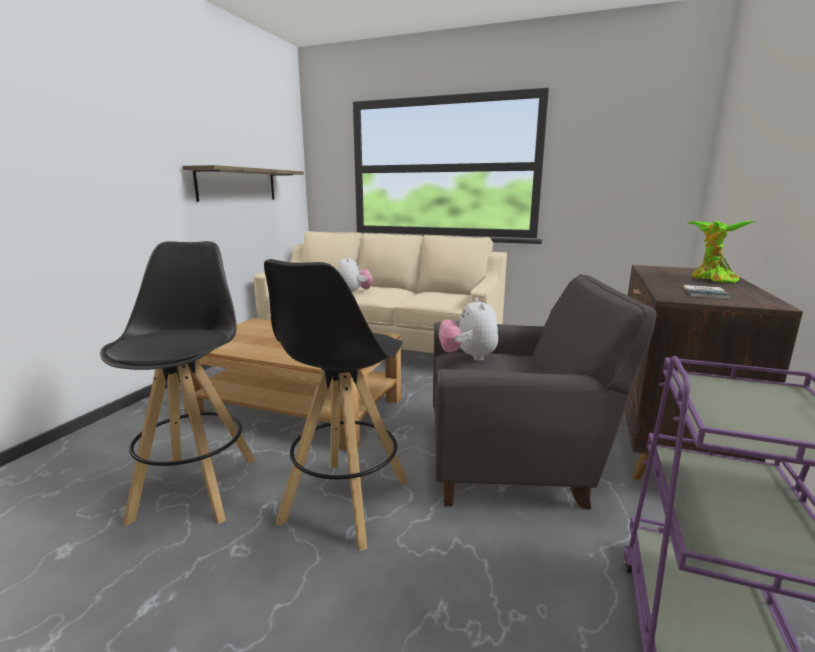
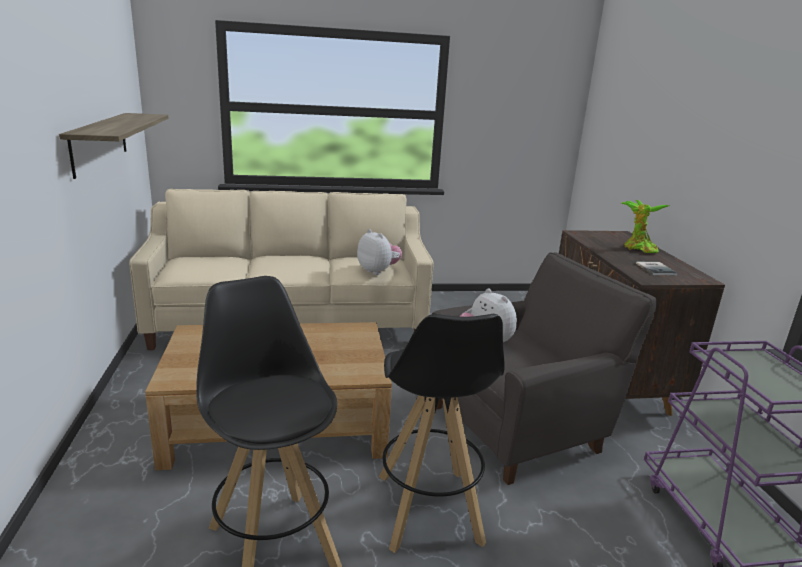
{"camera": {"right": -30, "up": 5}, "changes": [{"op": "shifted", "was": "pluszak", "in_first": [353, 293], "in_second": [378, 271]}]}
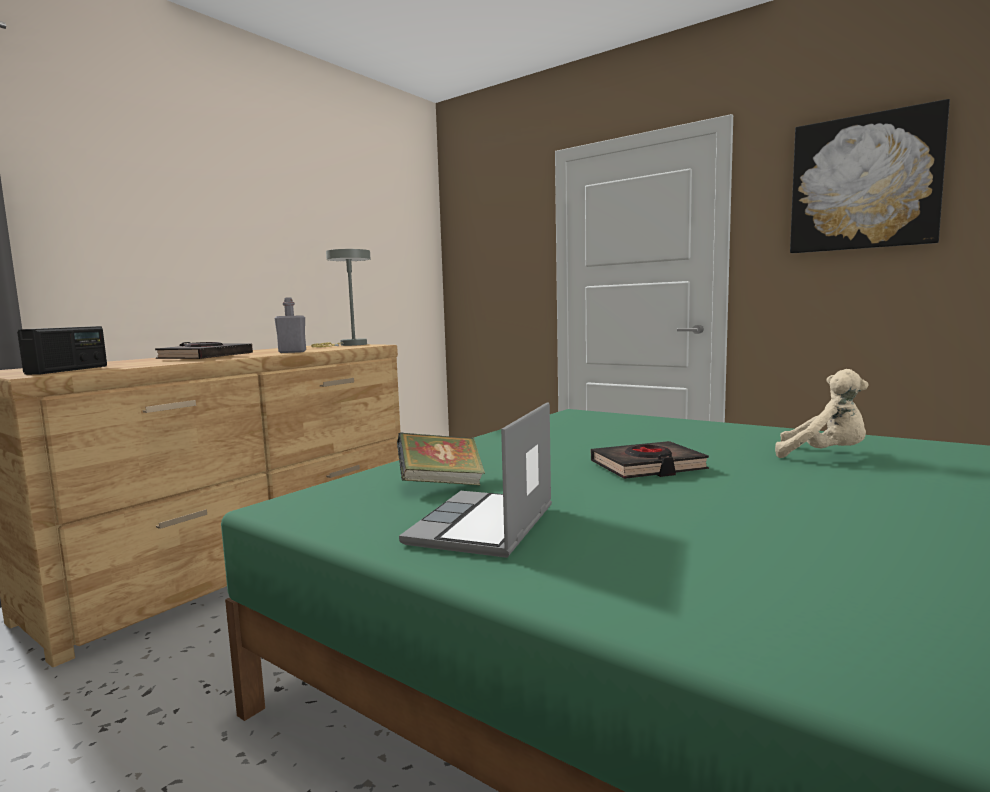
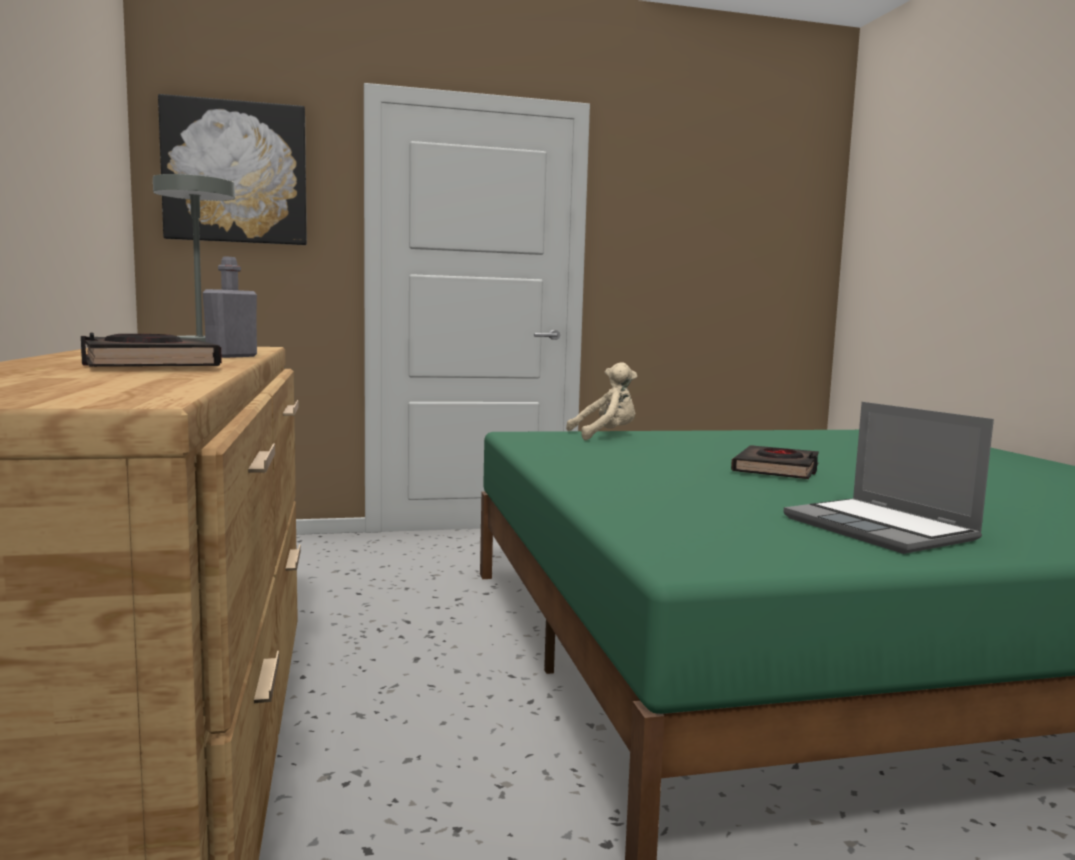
{"camera": {"right": -50, "up": 0}, "changes": [{"op": "gone", "was": "radio", "in_first": [68, 370]}, {"op": "gone", "was": "książka", "in_first": [441, 484]}, {"op": "shifted", "was": "pluszak [beżowy]", "in_first": [824, 455], "in_second": [605, 436]}, {"op": "shifted", "was": "obraz", "in_first": [864, 183], "in_second": [235, 173]}]}
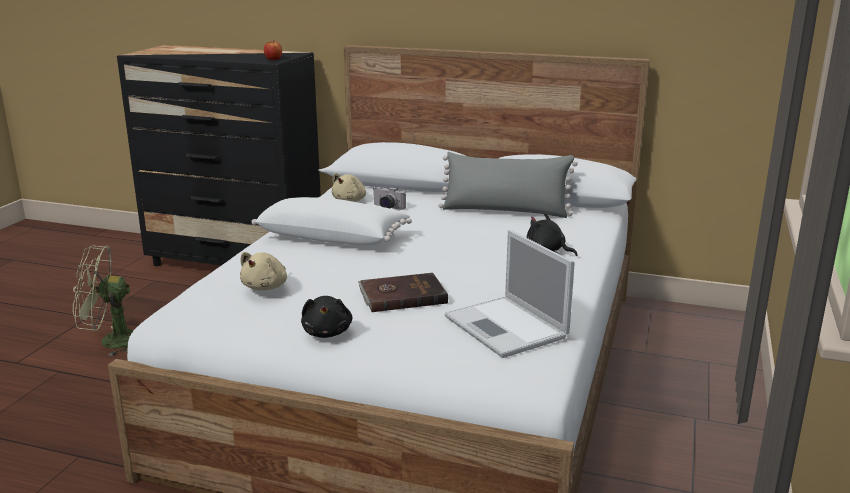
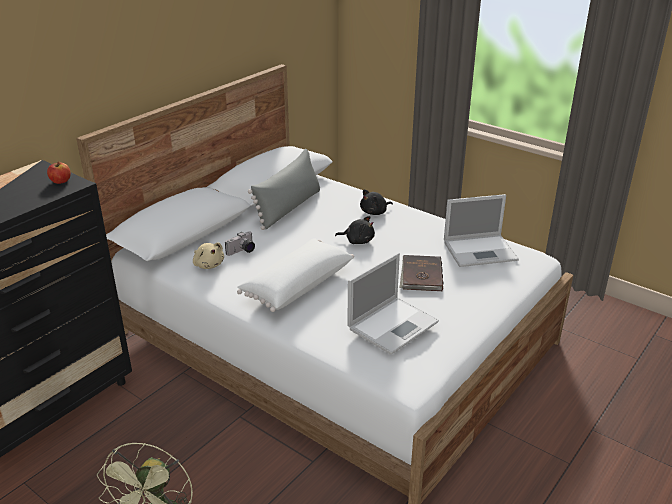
{"camera": {"right": -70, "up": 10}, "changes": [{"op": "shifted", "was": "pluszak [czarny]", "in_first": [327, 332], "in_second": [357, 241]}, {"op": "swapped", "was": "pluszak [beżowy]", "now": "laptop", "in_first": [266, 287], "in_second": [393, 324]}]}
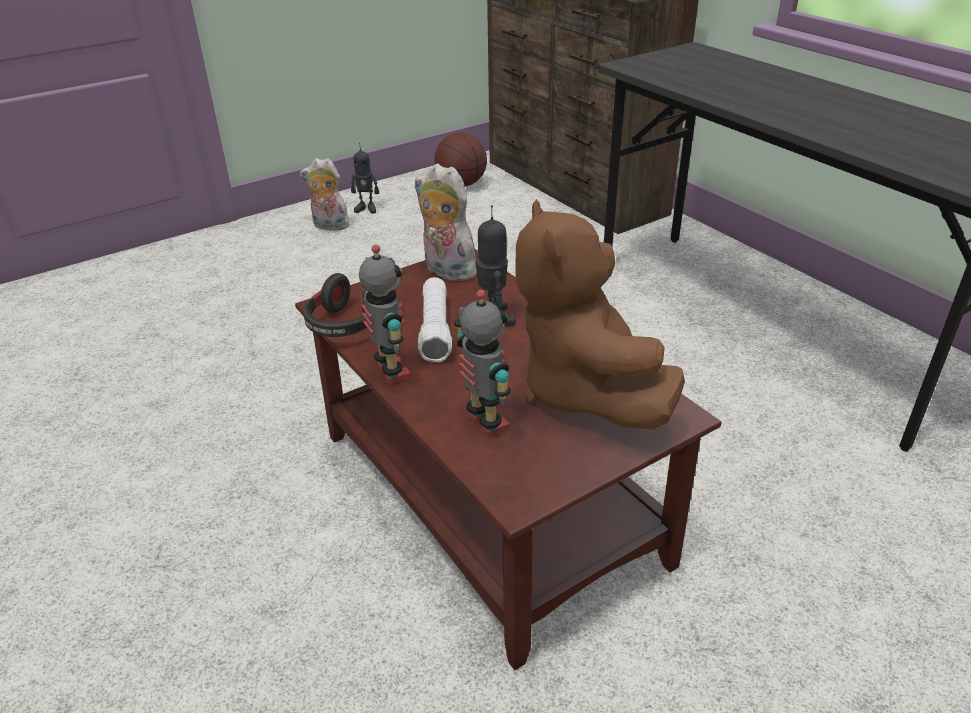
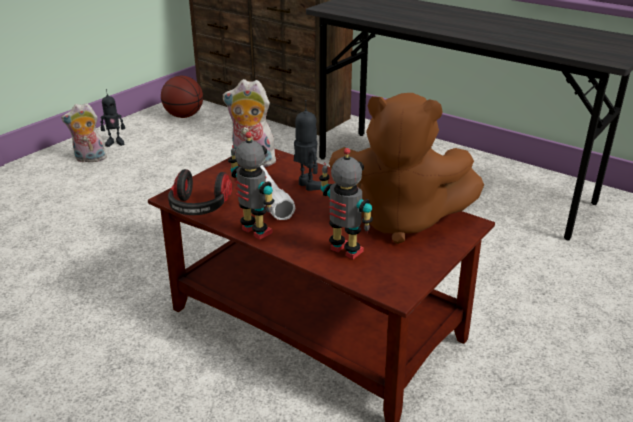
{"camera": {"right": -20, "up": -5}, "changes": [{"op": "rotated", "was": "pluszak [brązowy]", "in_first": [585, 392], "in_second": [399, 220], "clockwise": -45}]}
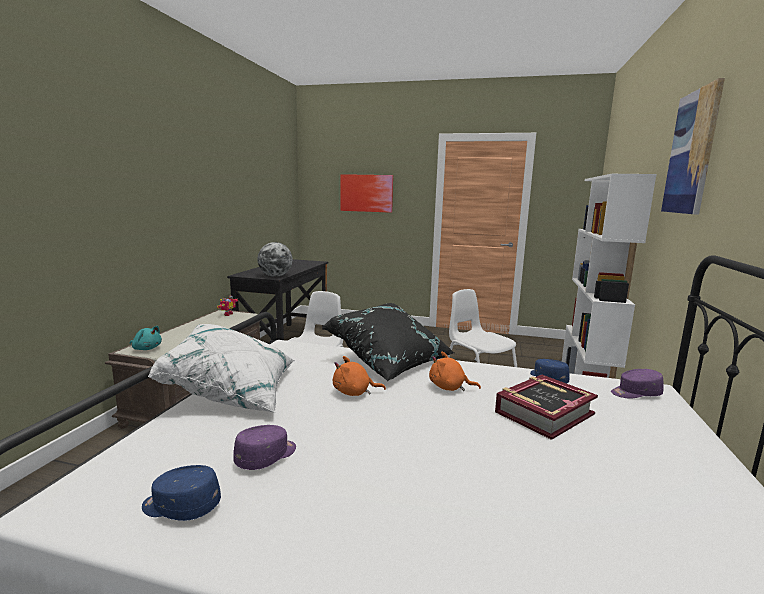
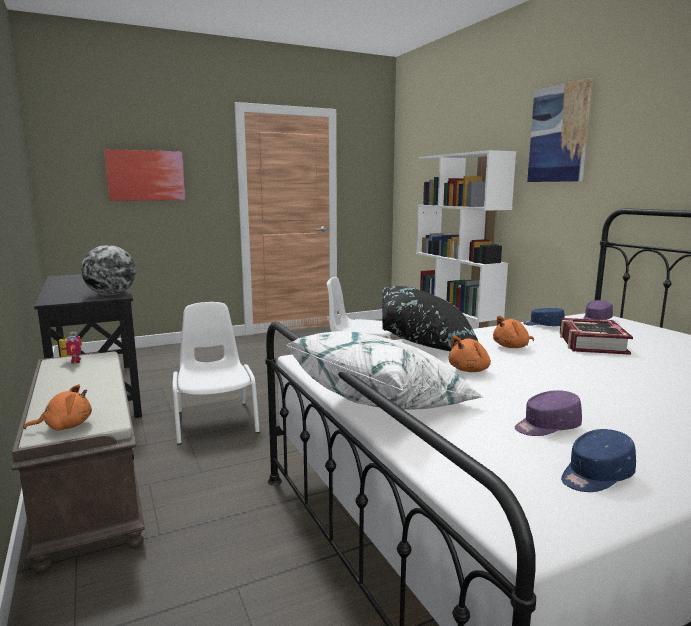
{"camera": {"right": -40, "up": 0}, "changes": [{"op": "repainted", "was": "pluszak [turkusowy]", "now": "pluszak [pomarańczowy]", "in_first": [146, 348], "in_second": [65, 426]}, {"op": "rotated", "was": "czapka z daszkiem [fioletowy]", "in_first": [267, 457], "in_second": [546, 427], "clockwise": -105}]}
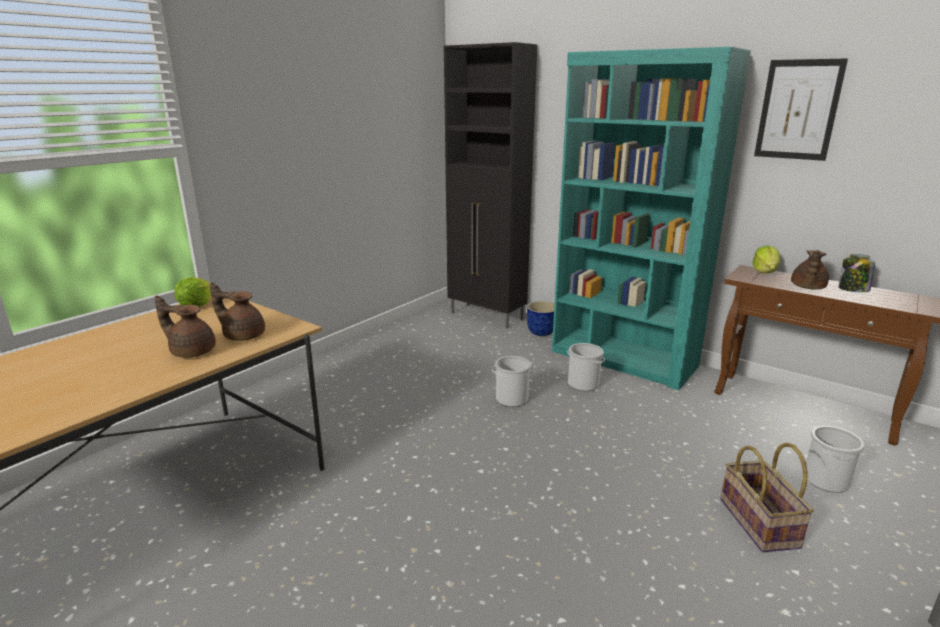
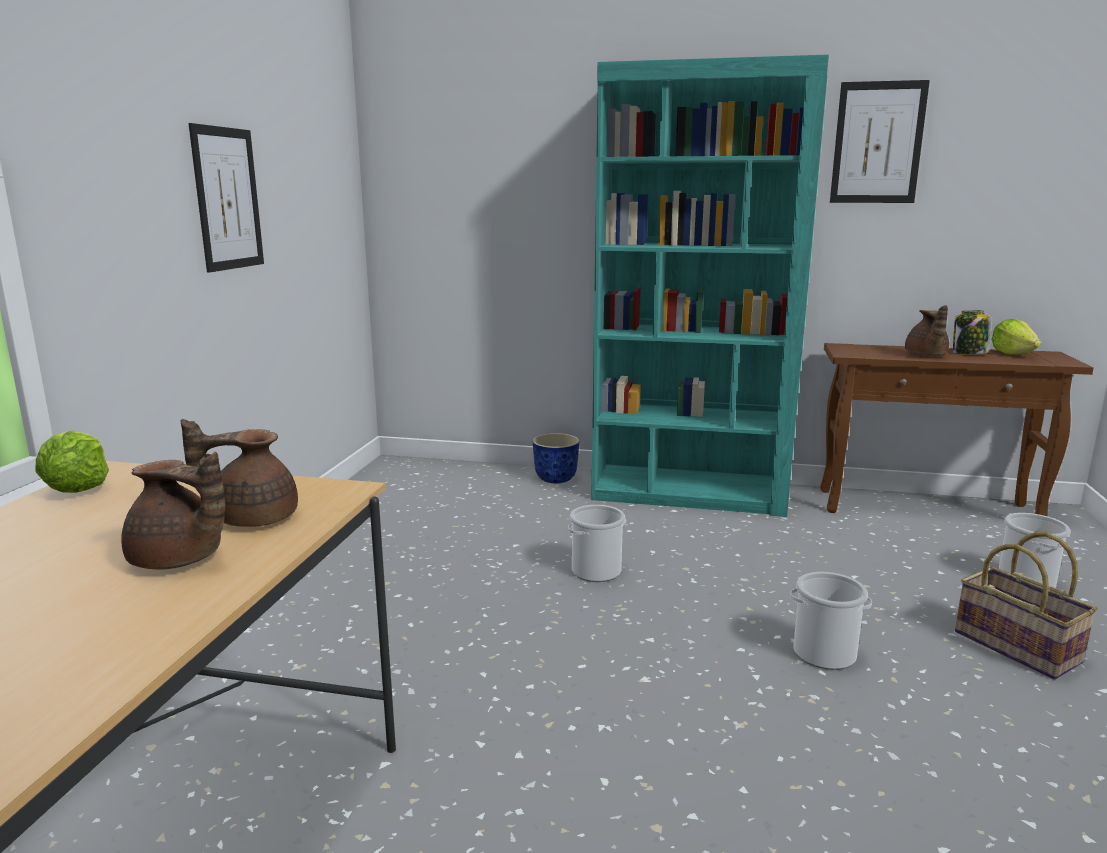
{"camera": {"right": -25, "up": -5}, "changes": [{"op": "gone", "was": "szafka [czarny]", "in_first": [487, 316]}, {"op": "new", "now": "obraz", "in_second": [227, 199]}, {"op": "shifted", "was": "wiadro", "in_first": [583, 384], "in_second": [825, 653]}, {"op": "shifted", "was": "sałata", "in_first": [765, 272], "in_second": [1012, 354]}, {"op": "rotated", "was": "imbryk [brązowy]", "in_first": [192, 351], "in_second": [179, 561], "clockwise": -150}]}
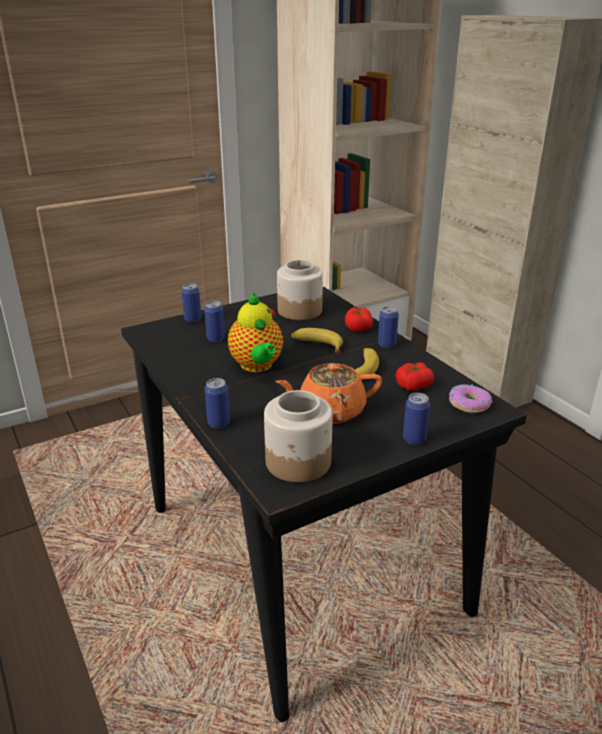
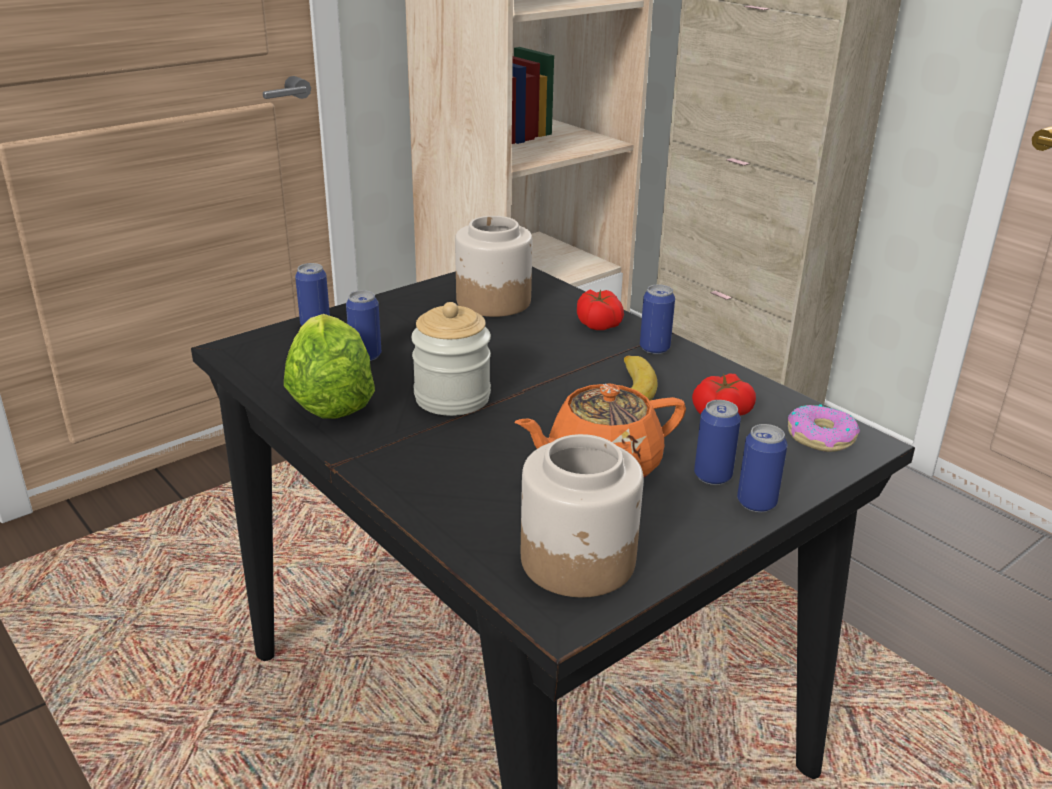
{"camera": {"right": -10, "up": 0}, "changes": [{"op": "gone", "was": "banan", "in_first": [317, 345]}, {"op": "new", "now": "sałata", "in_second": [330, 400]}, {"op": "shifted", "was": "puszka", "in_first": [218, 423], "in_second": [712, 476]}, {"op": "swapped", "was": "imbryk", "now": "słoik", "in_first": [257, 366], "in_second": [452, 398]}]}
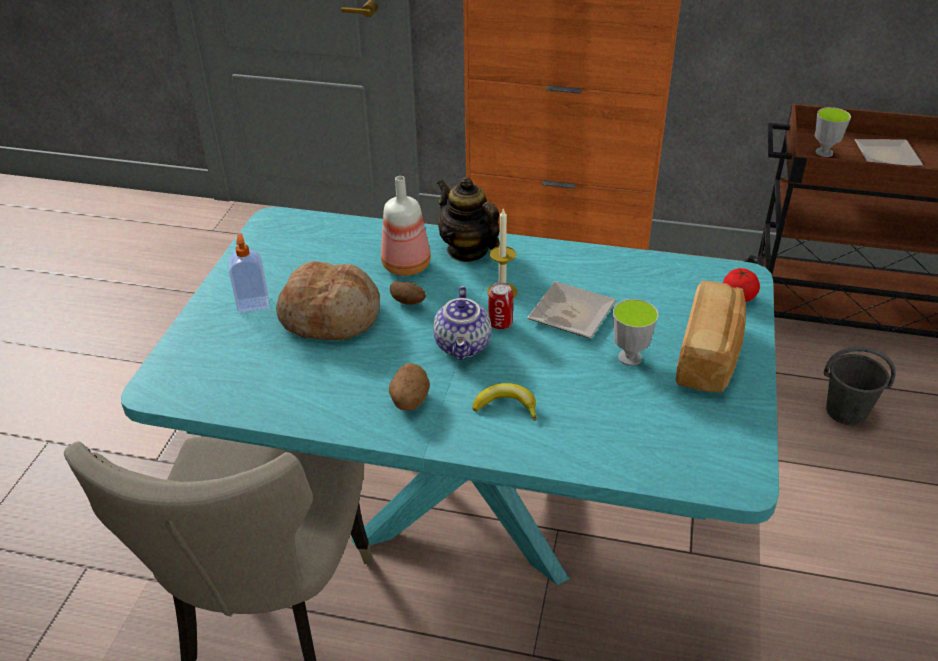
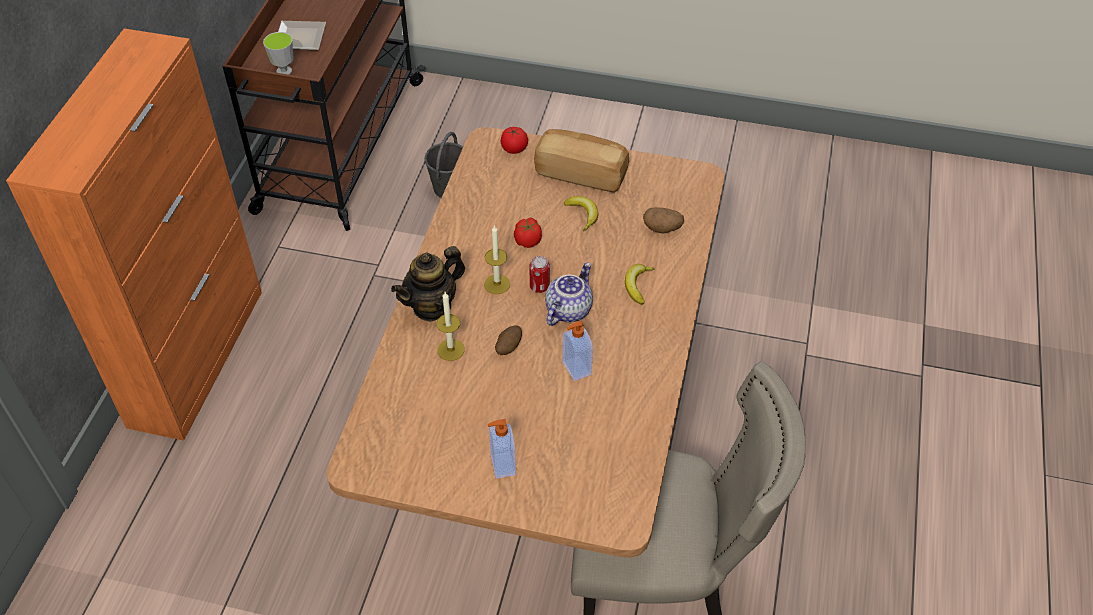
{"camera": {"right": -90, "up": 10}, "changes": [{"op": "gone", "was": "chleb", "in_first": [331, 316]}, {"op": "new", "now": "dozownik mydła", "in_second": [575, 369]}, {"op": "shifted", "was": "ziemniak", "in_first": [409, 401], "in_second": [662, 228]}, {"op": "swapped", "was": "butelka", "now": "świeca", "in_first": [407, 265], "in_second": [451, 350]}, {"op": "swapped", "was": "talerz", "now": "pomidor", "in_first": [575, 313], "in_second": [528, 240]}, {"op": "swapped", "was": "filiżanka", "now": "banan", "in_first": [629, 357], "in_second": [583, 214]}, {"op": "repainted", "was": "stół jadalny [turkusowy]", "now": "stół jadalny [brązowy]", "in_first": [472, 512], "in_second": [545, 440]}, {"op": "rotated", "was": "imbryk", "in_first": [464, 346], "in_second": [568, 309], "clockwise": -60}]}
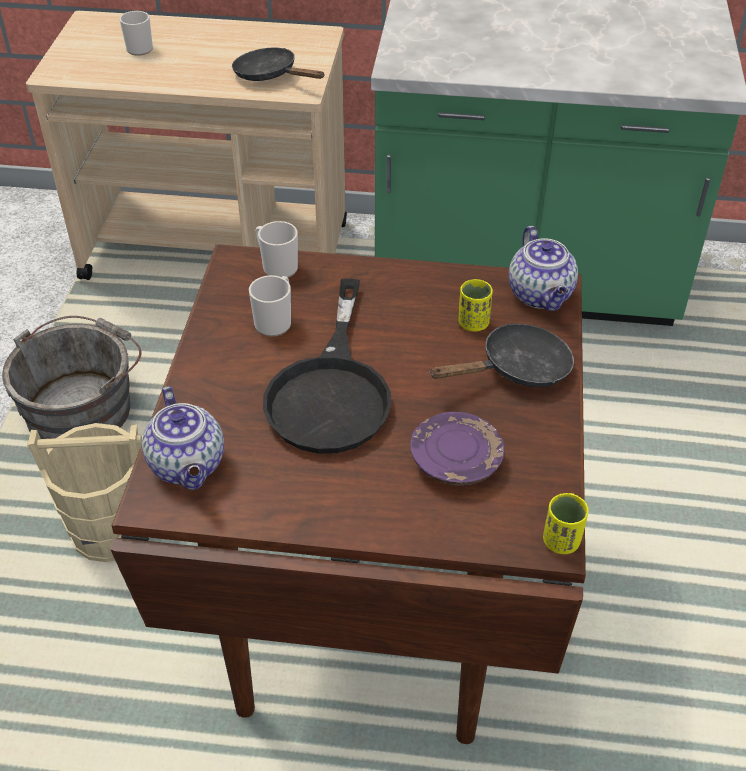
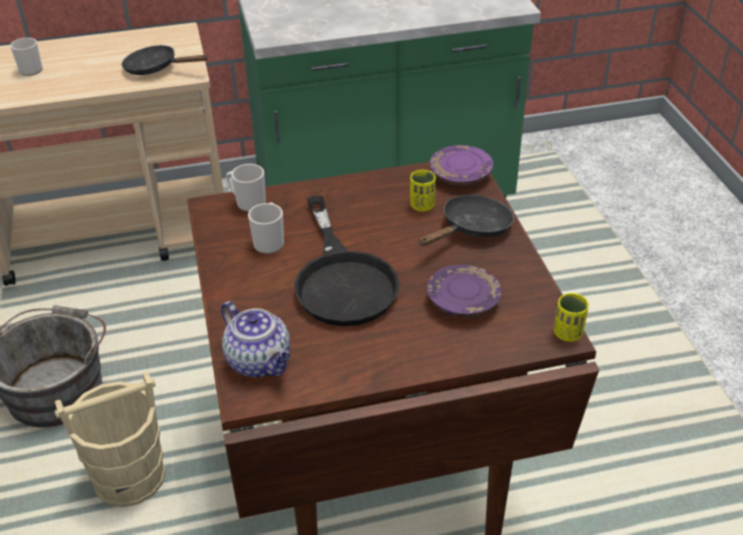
{"camera": {"right": -20, "up": -5}, "changes": [{"op": "swapped", "was": "imbryk", "now": "talerz [fioletowy]", "in_first": [541, 295], "in_second": [460, 175]}]}
